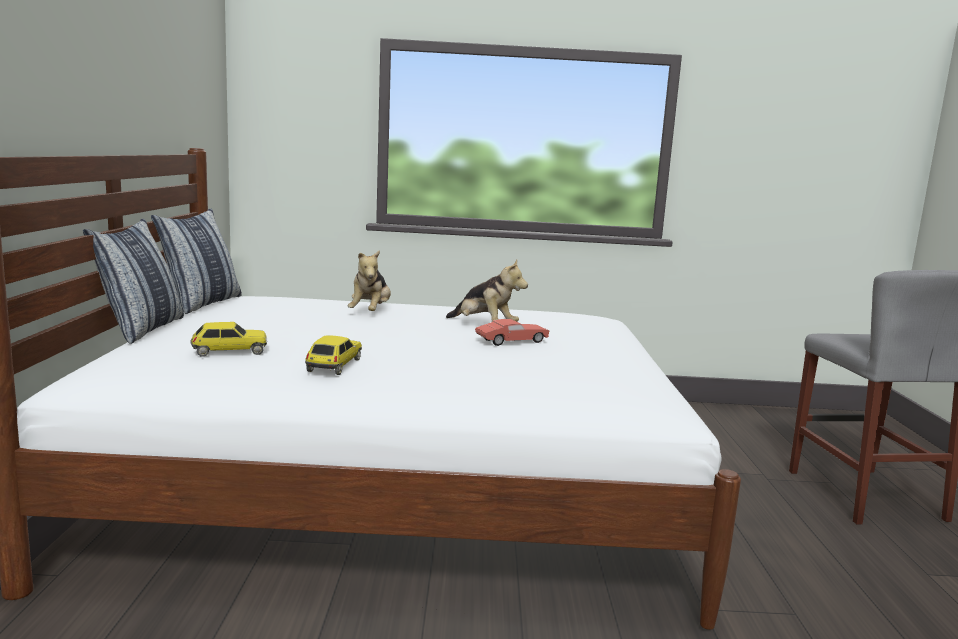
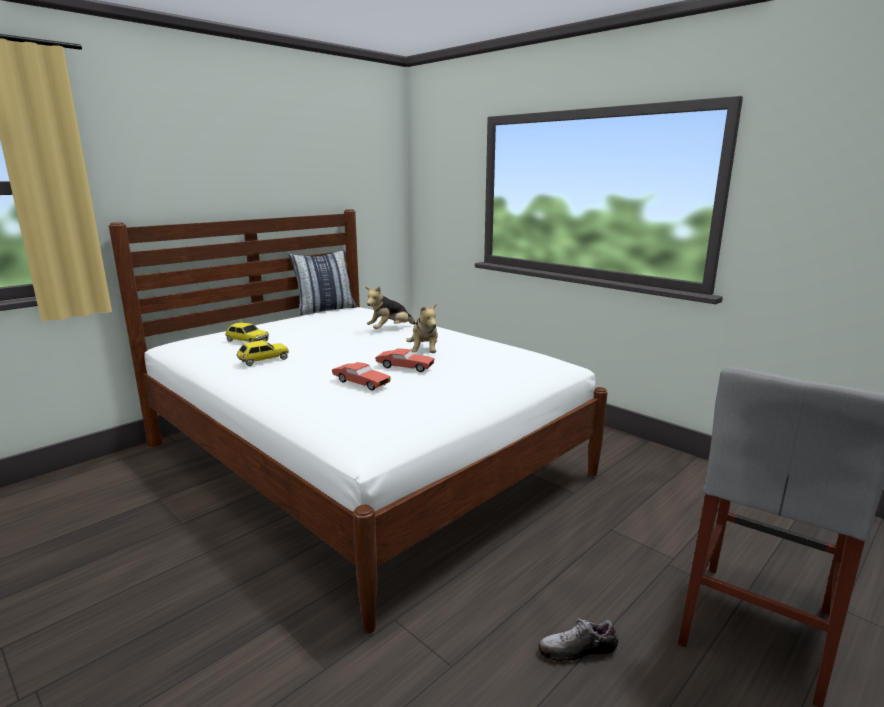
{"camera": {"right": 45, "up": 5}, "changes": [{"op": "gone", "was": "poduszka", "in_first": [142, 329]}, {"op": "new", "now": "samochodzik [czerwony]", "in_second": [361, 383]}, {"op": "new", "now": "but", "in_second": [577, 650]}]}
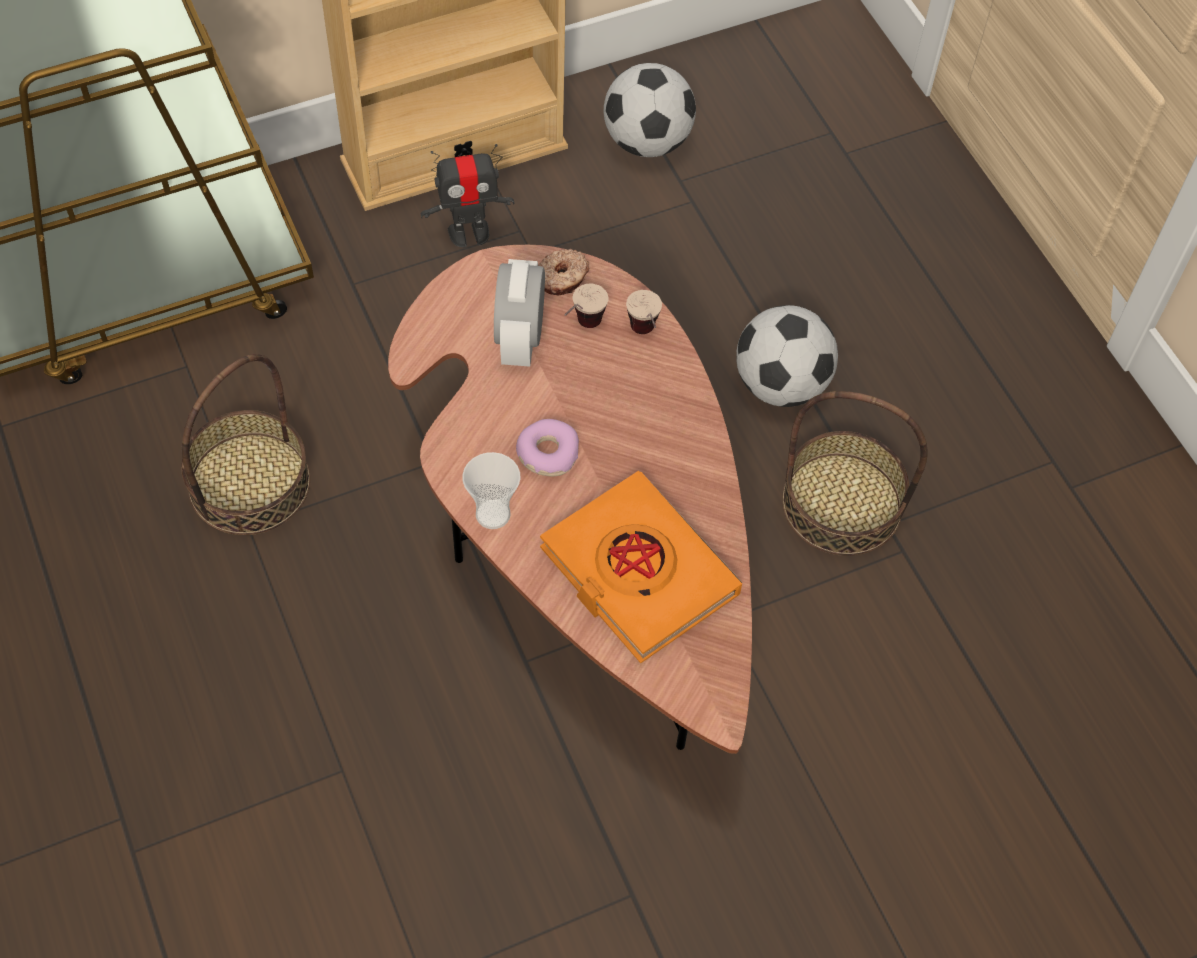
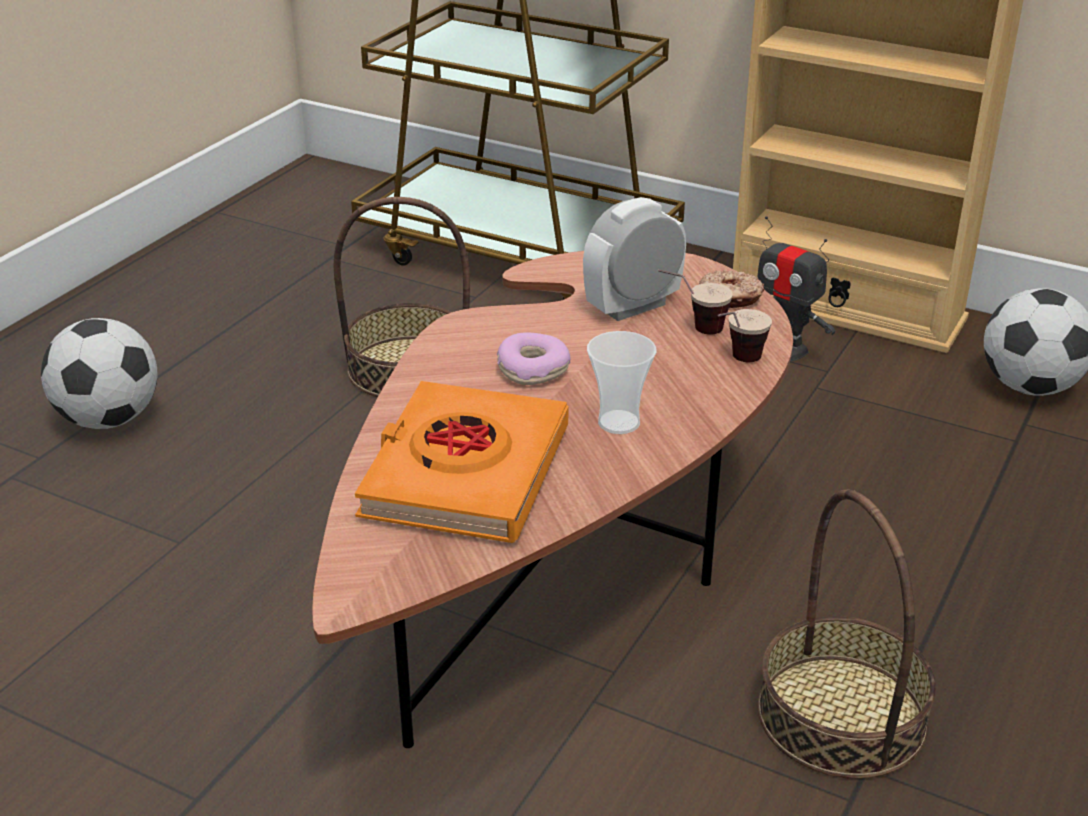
{"camera": {"right": 55, "up": -25}, "changes": [{"op": "shifted", "was": "filiżanka", "in_first": [493, 514], "in_second": [619, 422]}, {"op": "shifted", "was": "piłka futbolowa", "in_first": [780, 385], "in_second": [109, 419]}]}
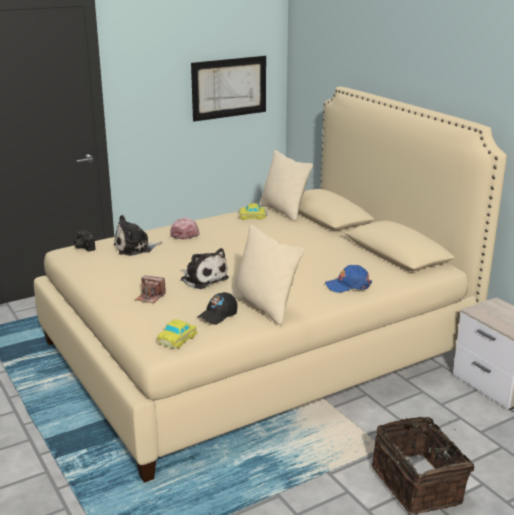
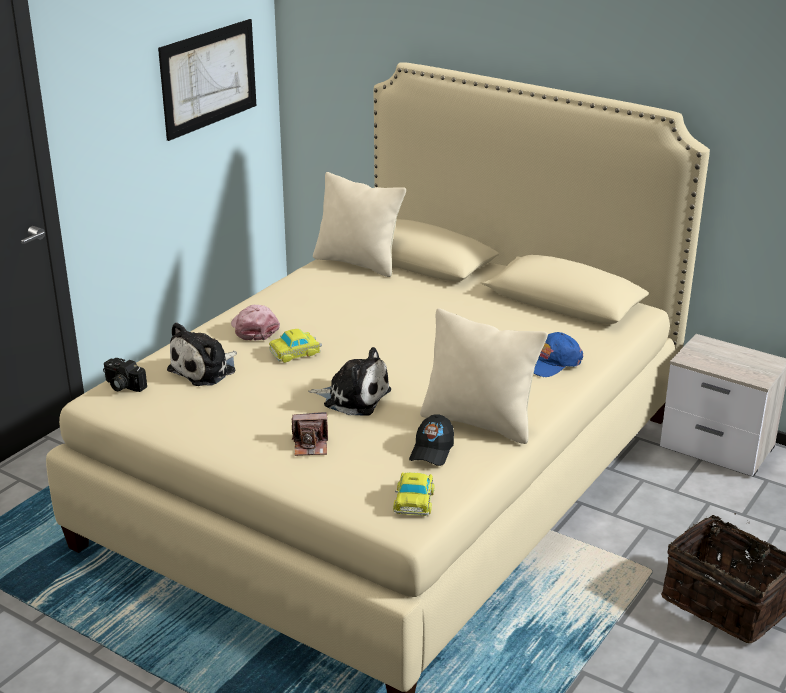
{"camera": {"right": -25, "up": 5}, "changes": [{"op": "shifted", "was": "samochodzik", "in_first": [253, 216], "in_second": [296, 352]}]}
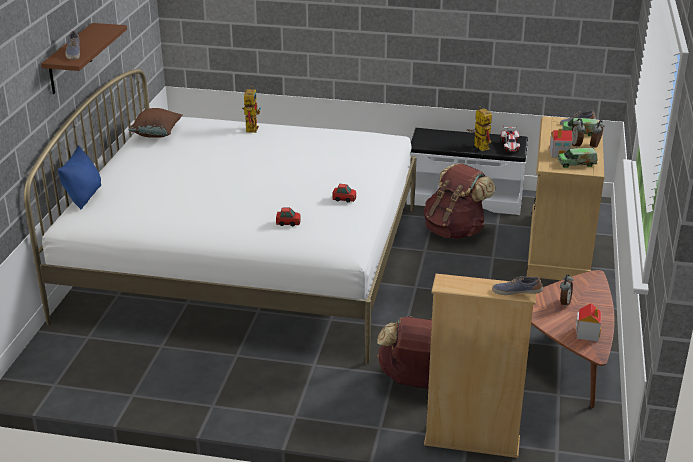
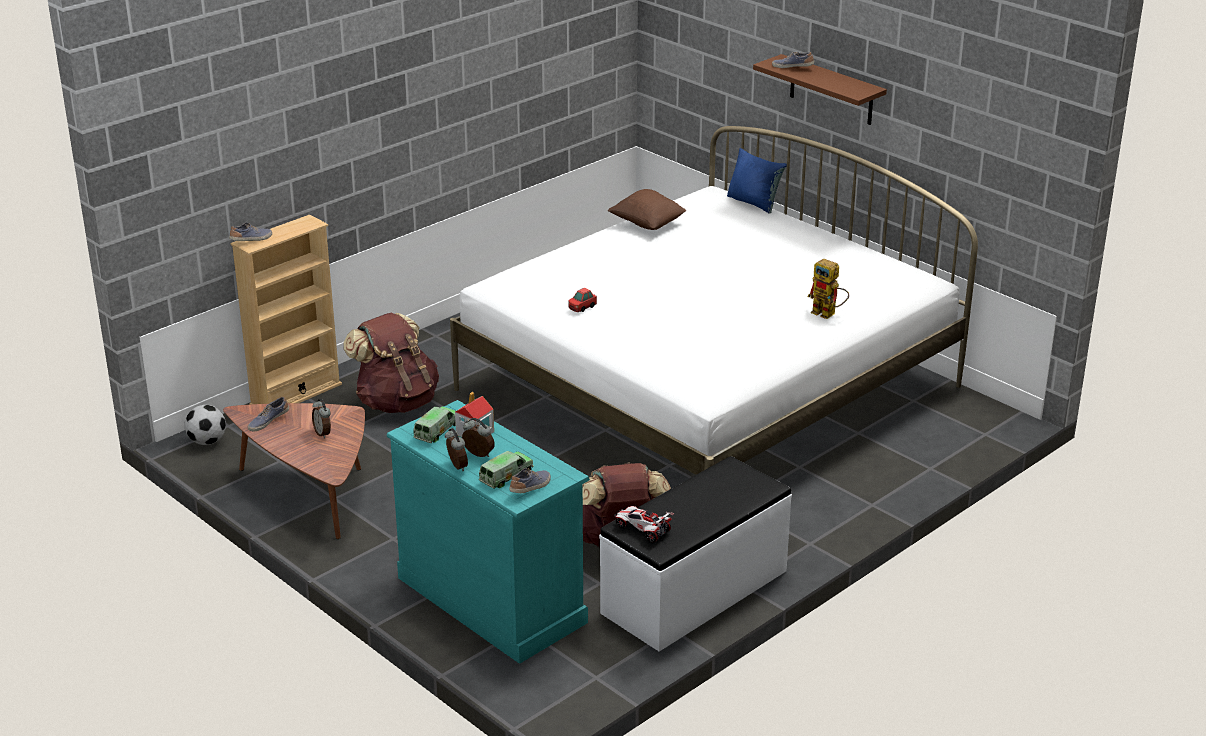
{"camera": {"right": 125, "up": 0}, "changes": [{"op": "gone", "was": "samochodzik", "in_first": [288, 223]}, {"op": "gone", "was": "robot zabawkowy", "in_first": [478, 146]}, {"op": "new", "now": "piłka futbolowa", "in_second": [207, 441]}, {"op": "shifted", "was": "poduszka [brązowy]", "in_first": [156, 134], "in_second": [647, 224]}, {"op": "swapped", "was": "domek", "now": "but", "in_first": [587, 333], "in_second": [268, 421]}, {"op": "repainted", "was": "komoda [beżowy]", "now": "komoda [turkusowy]", "in_first": [558, 247], "in_second": [491, 599]}]}
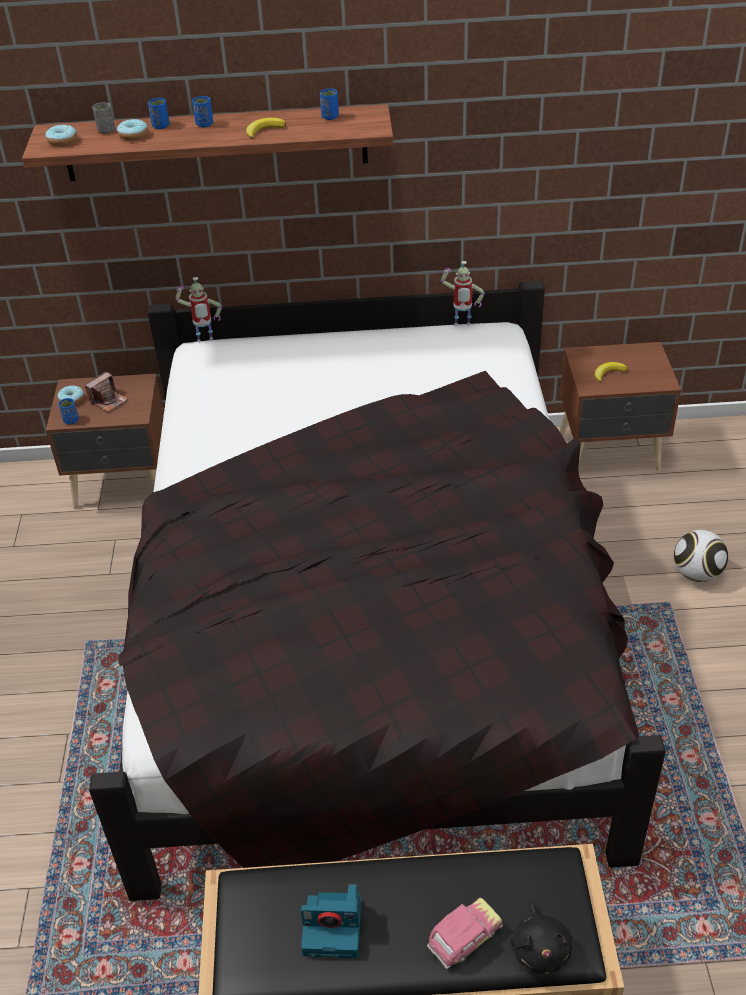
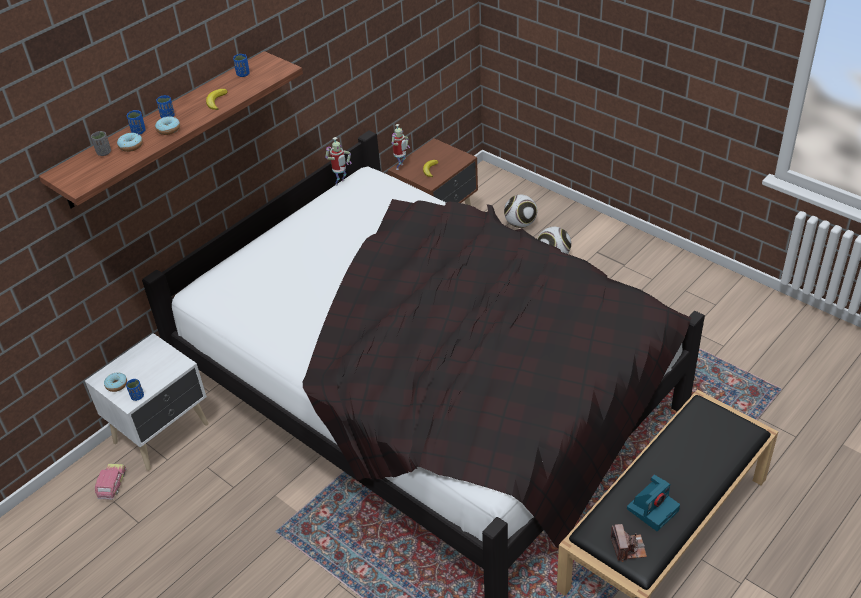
{"camera": {"right": -45, "up": 0}, "changes": [{"op": "gone", "was": "pluszak [czarny]", "in_first": [540, 948]}, {"op": "new", "now": "piłka futbolowa", "in_second": [520, 224]}, {"op": "shifted", "was": "donut", "in_first": [62, 141], "in_second": [168, 129]}, {"op": "shifted", "was": "aparat fotograficzny", "in_first": [108, 401], "in_second": [628, 548]}, {"op": "shifted", "was": "robot zabawkowy", "in_first": [205, 341], "in_second": [401, 167]}, {"op": "shifted", "was": "samochodzik", "in_first": [464, 938], "in_second": [112, 485]}, {"op": "repainted", "was": "szafka nocna [brązowy]", "now": "szafka nocna [biały]", "in_first": [124, 484], "in_second": [163, 433]}]}
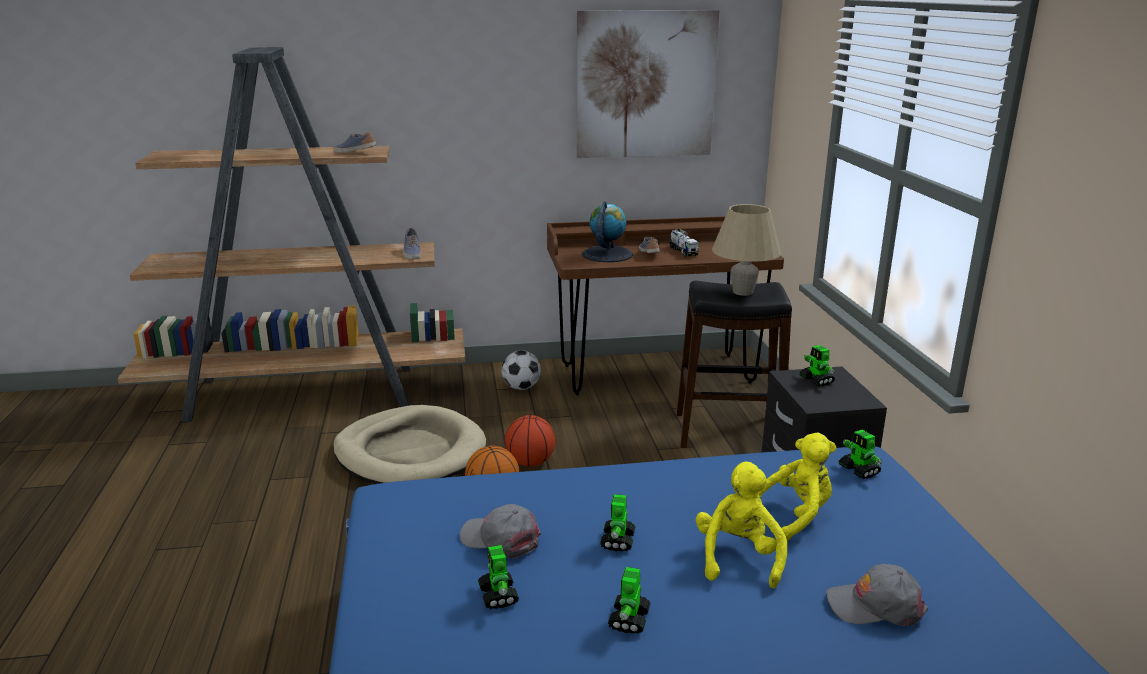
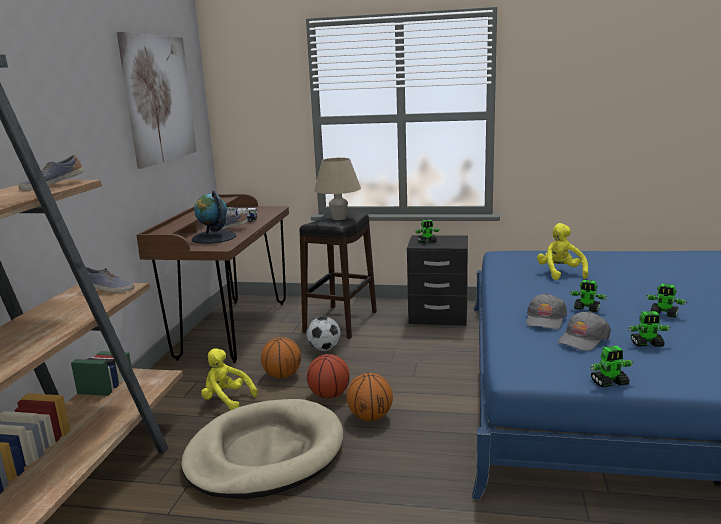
{"camera": {"right": -70, "up": -5}, "changes": [{"op": "new", "now": "piłka do koszykówki", "in_second": [282, 375]}, {"op": "shifted", "was": "piłka futbolowa", "in_first": [521, 388], "in_second": [324, 349]}, {"op": "shifted", "was": "pluszak [żółty]", "in_first": [738, 557], "in_second": [226, 400]}, {"op": "shifted", "was": "czapka z daszkiem [szary]", "in_first": [875, 606], "in_second": [545, 319]}, {"op": "shifted", "was": "robot zabawkowy", "in_first": [859, 470], "in_second": [609, 382]}]}
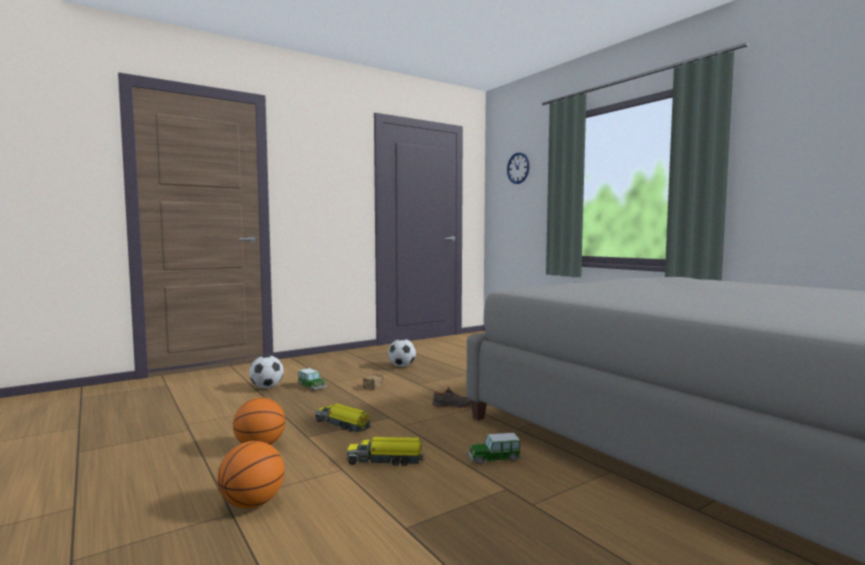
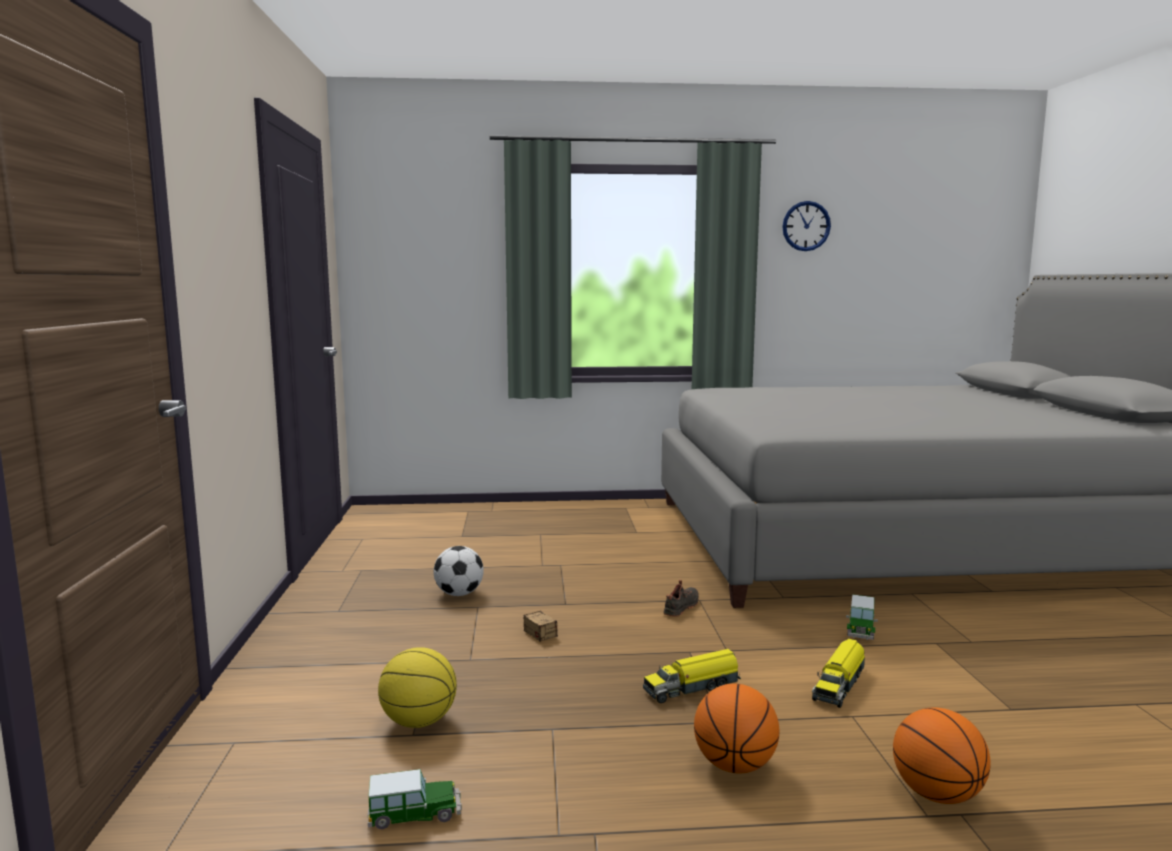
{"camera": {"right": -60, "up": 5}, "changes": [{"op": "shifted", "was": "samochodzik", "in_first": [312, 386], "in_second": [415, 814]}, {"op": "shifted", "was": "zegar ścienny", "in_first": [518, 168], "in_second": [806, 226]}, {"op": "swapped", "was": "piłka futbolowa", "now": "piłka do koszykówki", "in_first": [267, 387], "in_second": [418, 721]}]}
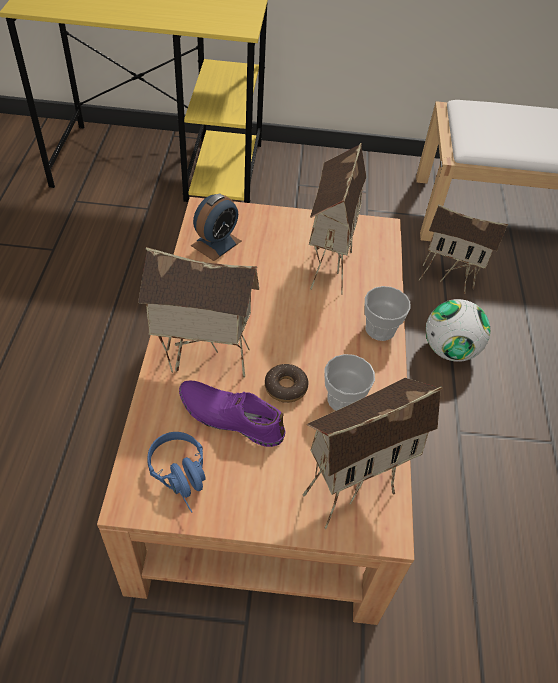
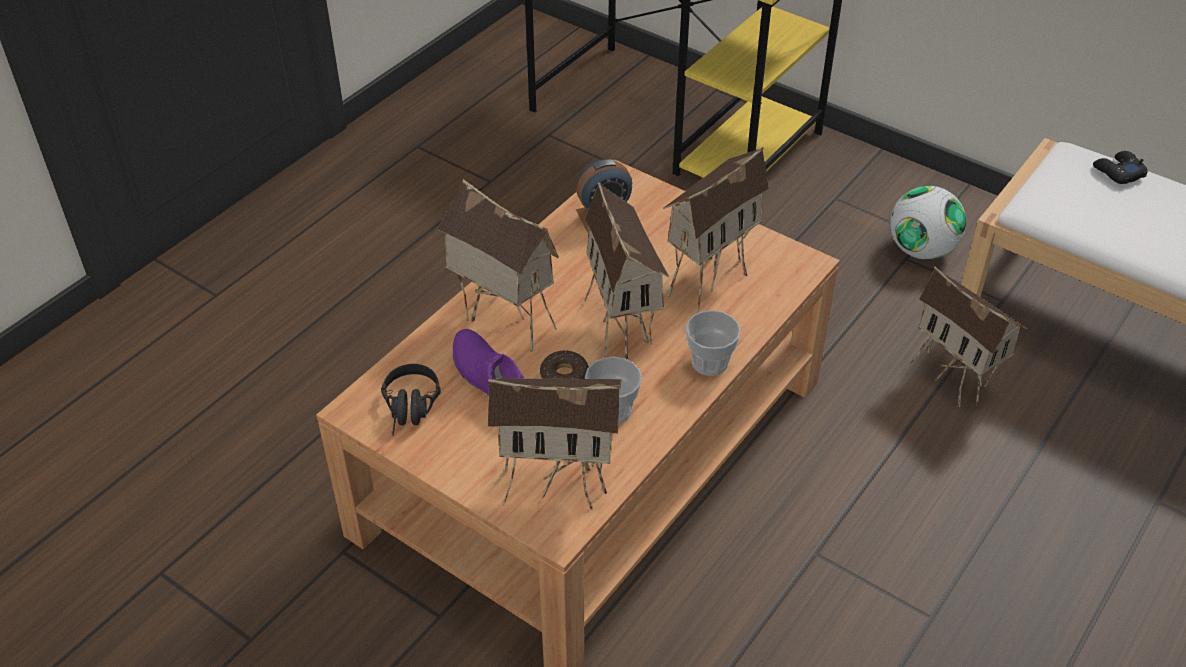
{"camera": {"right": 35, "up": -5}, "changes": [{"op": "new", "now": "domek", "in_second": [622, 327]}, {"op": "new", "now": "pad do gier [czarny]", "in_second": [1118, 172]}, {"op": "shifted", "was": "piłka futbolowa", "in_first": [449, 350], "in_second": [921, 250]}, {"op": "repainted", "was": "słuchawki [niebieski]", "now": "słuchawki [czarny]", "in_first": [183, 478], "in_second": [411, 411]}]}
